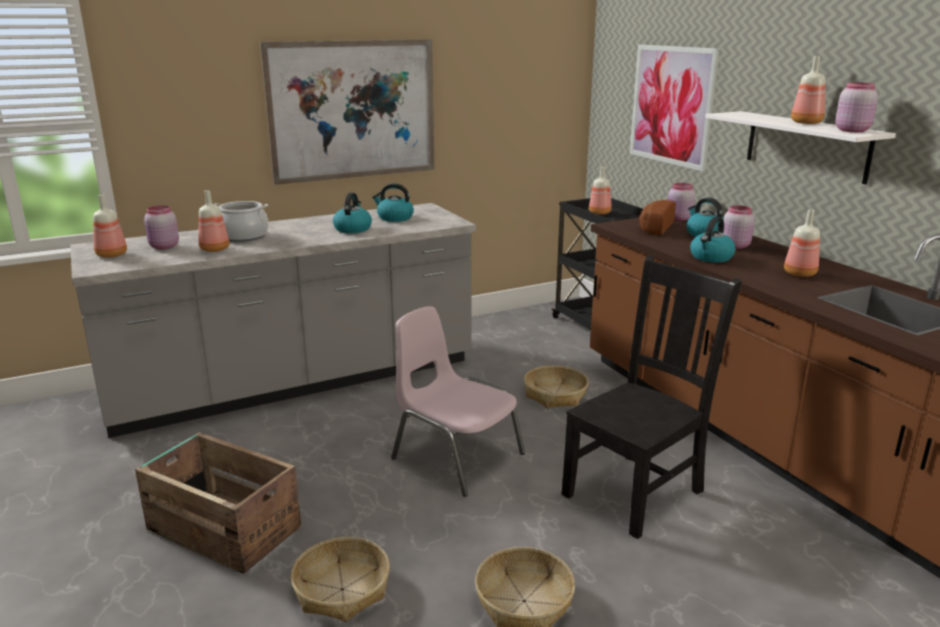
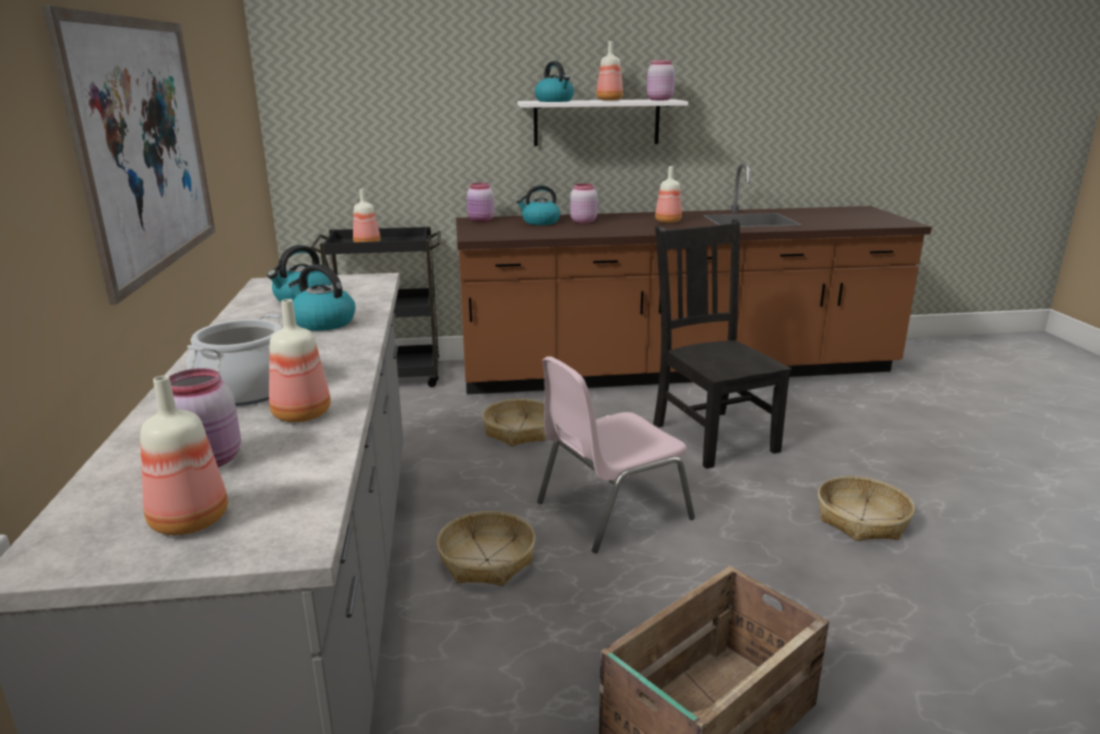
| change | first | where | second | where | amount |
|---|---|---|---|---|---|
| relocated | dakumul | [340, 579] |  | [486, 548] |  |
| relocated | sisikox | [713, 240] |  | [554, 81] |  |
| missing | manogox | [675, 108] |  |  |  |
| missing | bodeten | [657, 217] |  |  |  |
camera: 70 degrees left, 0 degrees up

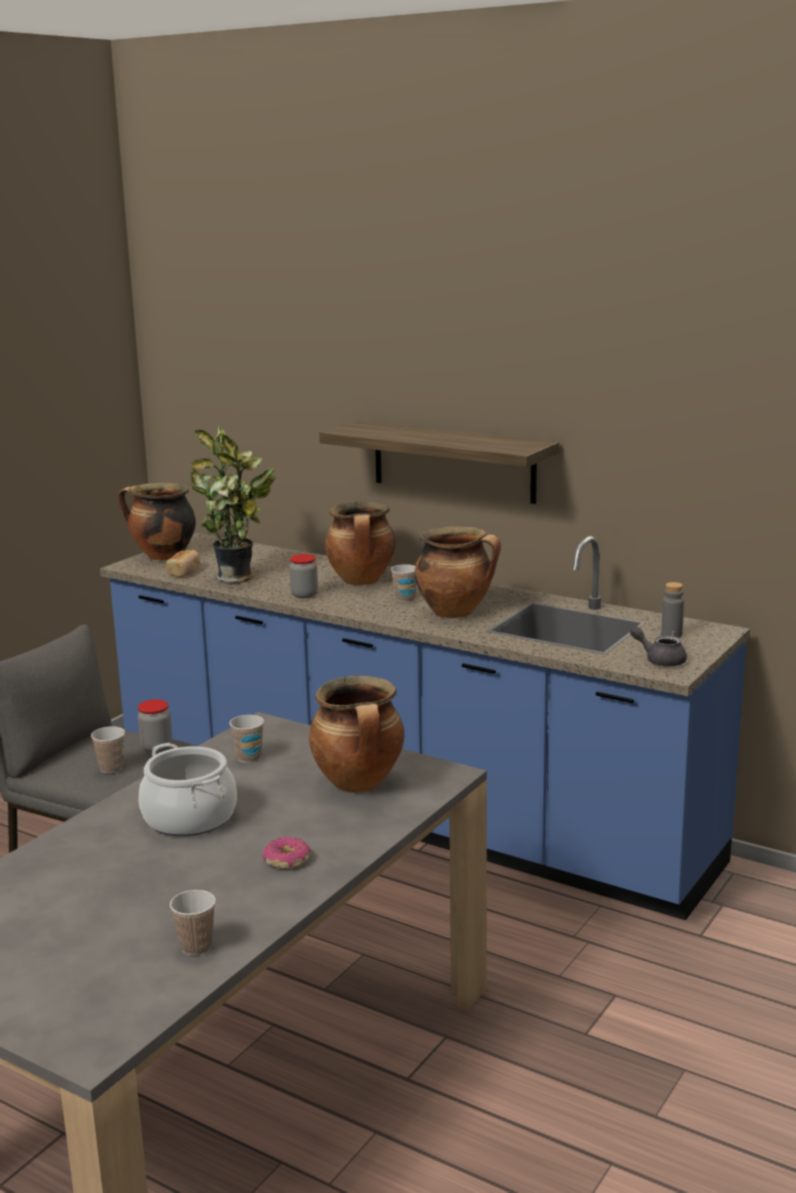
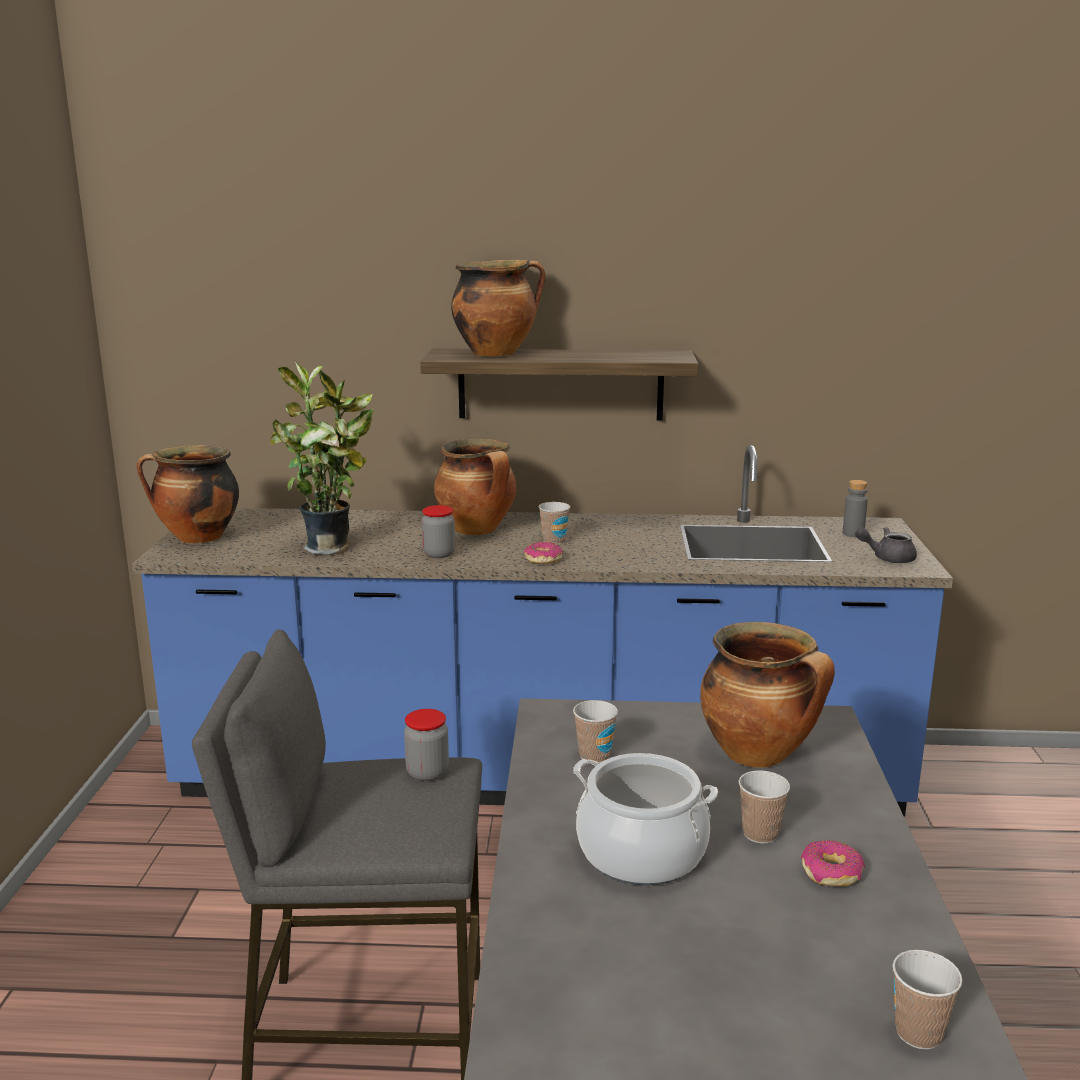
| change | first | where | second | where | amount |
|---|---|---|---|---|---|
| relocated | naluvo | [458, 572] |  | [498, 308] |  |
| appeared |  |  | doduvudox | [543, 553] |  |
| relocated | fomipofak | [108, 749] |  | [764, 807] |  |
| missing | bodeten | [183, 563] |  |  |  |
camera: 30 degrees left, 0 degrees up

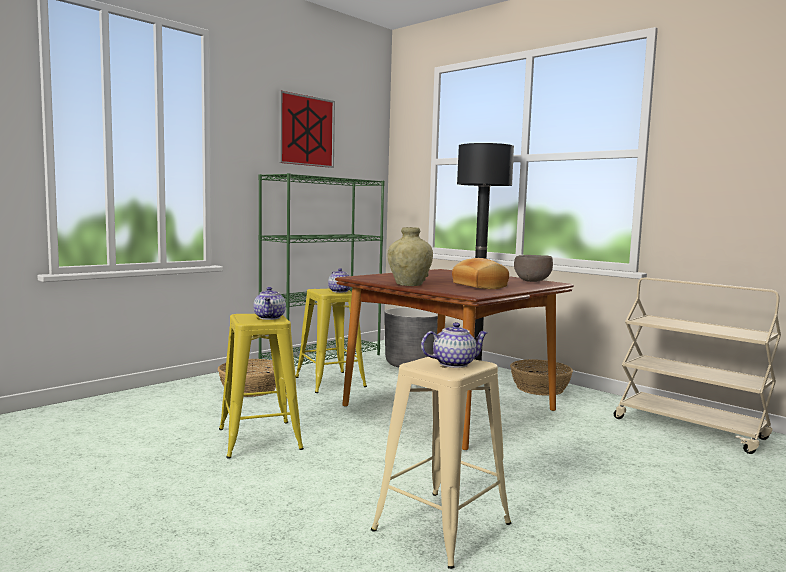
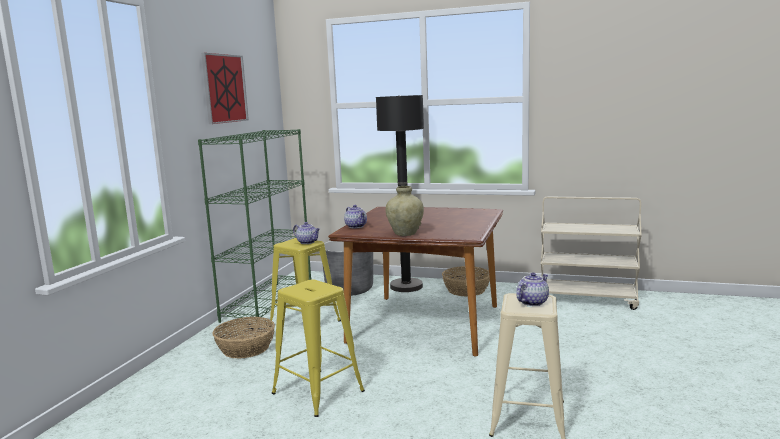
| change | first | where | second | where | amount |
|---|---|---|---|---|---|
| relocated | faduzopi | [270, 303] |  | [355, 216] |  |
| missing | bodeten | [480, 273] |  |  |  |
| missing | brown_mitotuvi | [533, 268] |  |  |  |
camera: 25 degrees left, 5 degrees up

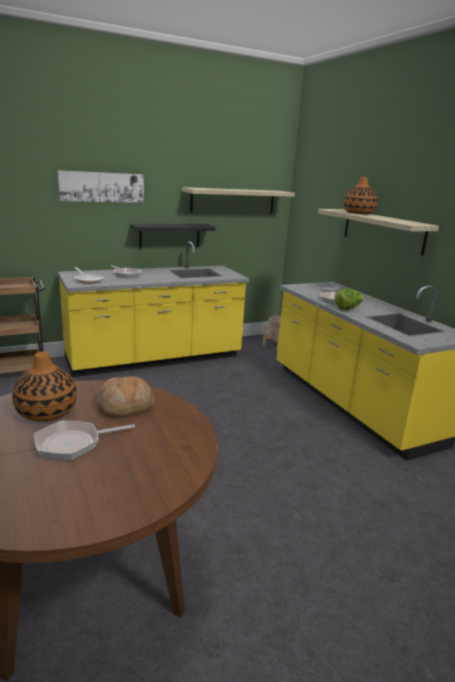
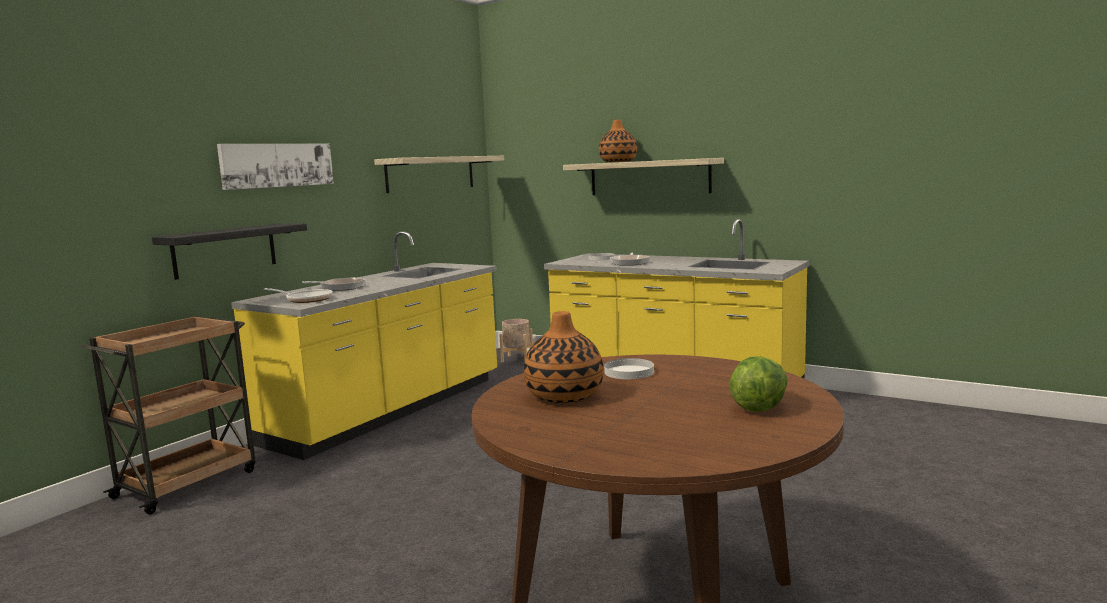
| change | first | where | second | where | amount |
|---|---|---|---|---|---|
| relocated | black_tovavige | [173, 236] |  | [229, 251] |  |
| exchanged | bodeten | [126, 397] | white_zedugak | [629, 368] |  |
| relocated | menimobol | [349, 299] |  | [758, 384] |  |
| missing | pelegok | [84, 440] |  |  |  |
camera: 30 degrees left, 10 degrees down

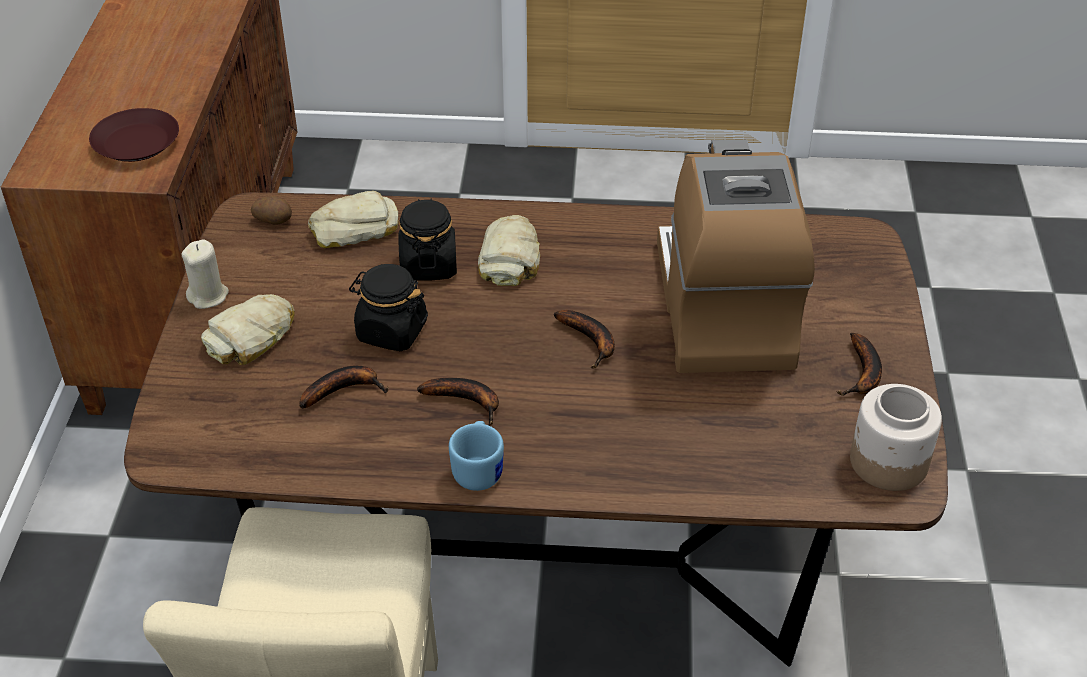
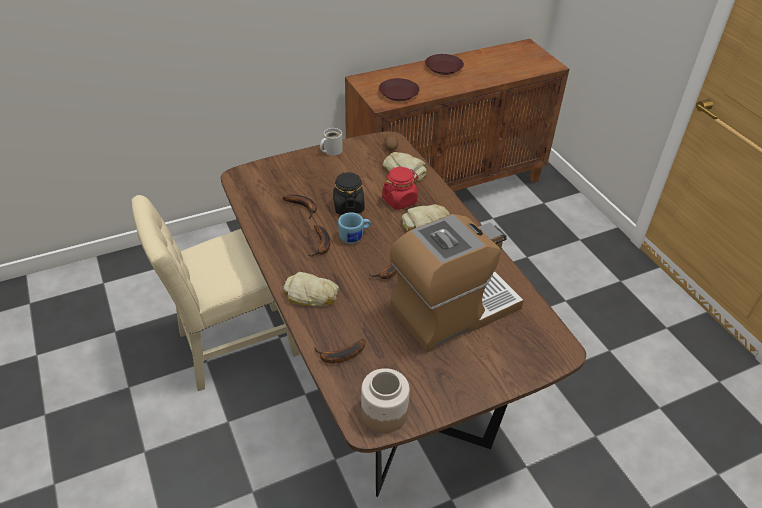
| change | first | where | second | where | amount |
|---|---|---|---|---|---|
| relocated | bodeten | [248, 329] |  | [311, 289] |  |
| relocated | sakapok | [859, 364] |  | [339, 351] |  |
| exchanged | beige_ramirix | [205, 274] | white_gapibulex | [331, 142] |  |
| relocated | blue_gapibulex | [476, 456] |  | [354, 228] |  |
| colour | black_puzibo | [427, 240] | red_puzibo | [400, 188] |  |
| appeared |  |  | brown_zedugak | [444, 64] |  |
camera: 60 degrees right, 0 degrees up

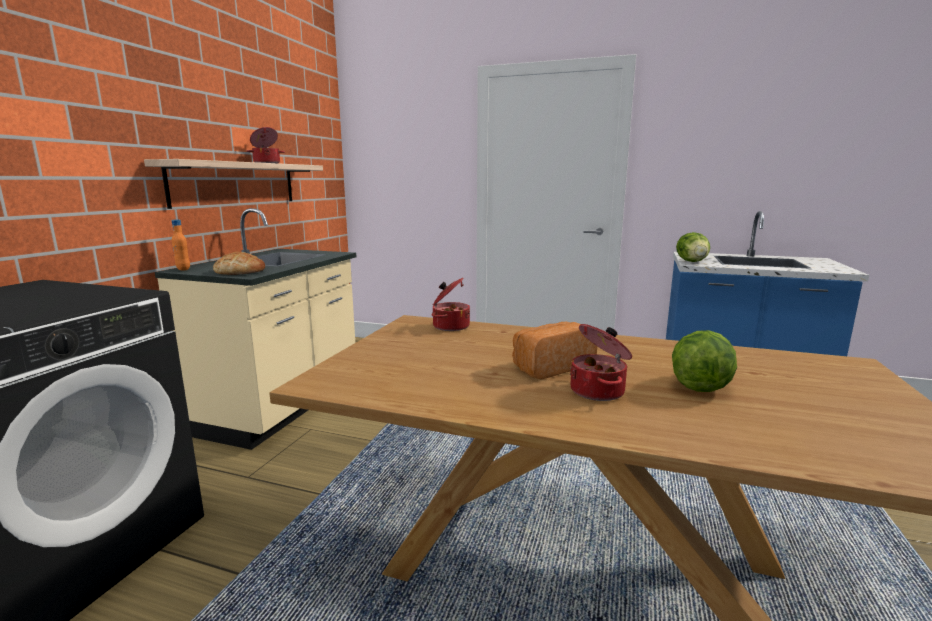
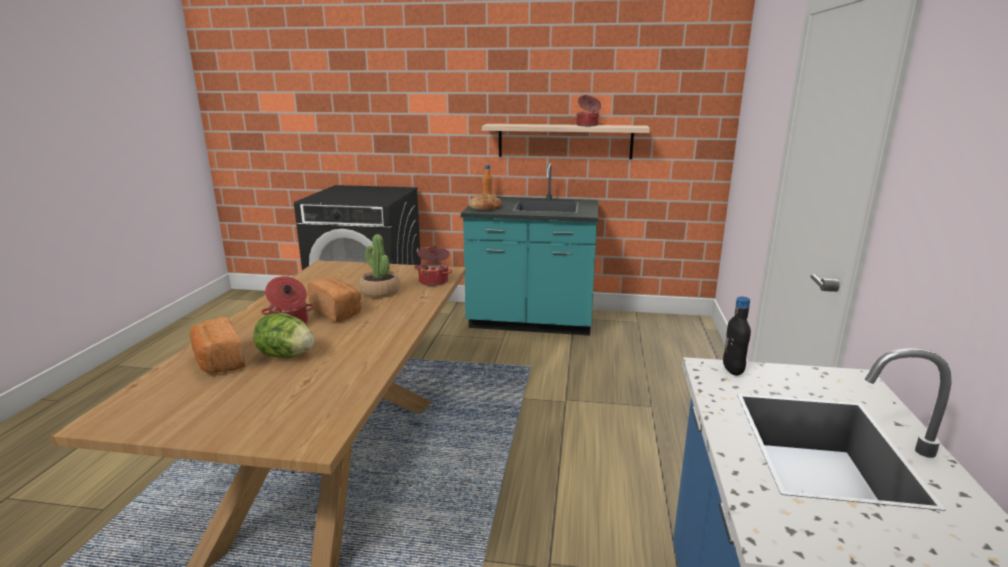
| change | first | where | second | where | amount |
|---|---|---|---|---|---|
| appeared |  |  | bodeten | [217, 345] |  |
| appeared |  |  | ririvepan | [379, 266] |  |
| colour | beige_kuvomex | [255, 329] | turquoise_kuvomex | [529, 249] |  |
| exchanged | menimobol | [693, 247] | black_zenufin | [737, 336] |  |
camera: 80 degrees right, 5 degrees up

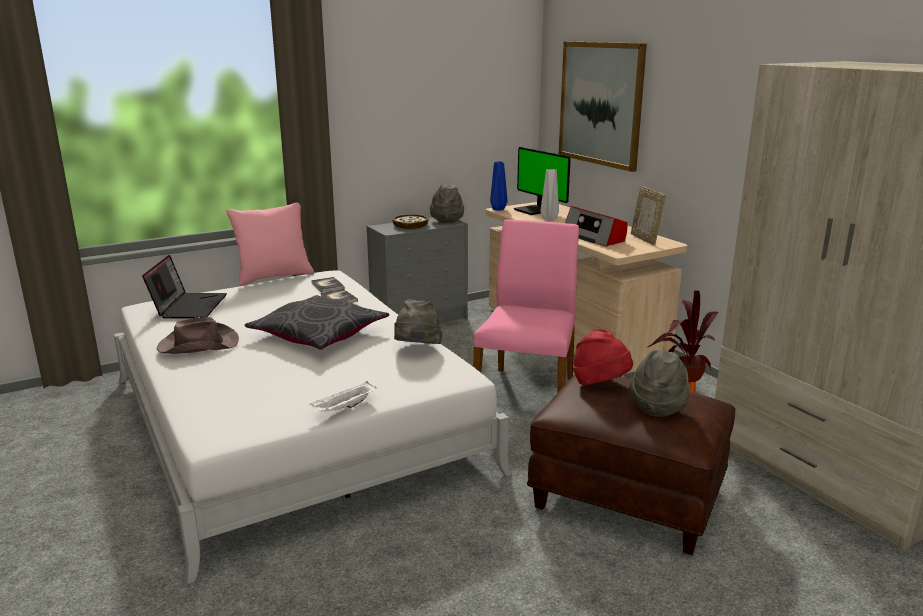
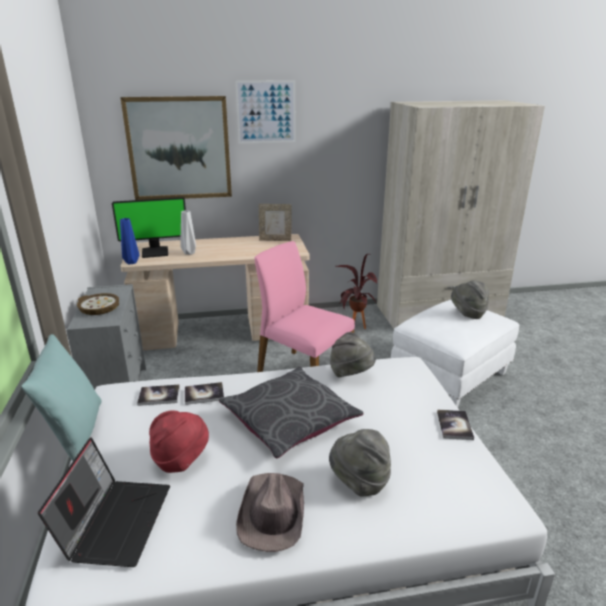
| change | first | where | second | where | amount |
|---|---|---|---|---|---|
| colour | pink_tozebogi | [270, 244] | turquoise_tozebogi | [61, 397] |  |
| spun | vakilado | [184, 286] |  | [104, 502] | 75 degrees clockwise |
| relocated | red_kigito | [603, 357] |  | [179, 441] |  |
| appeared |  |  | manogox | [265, 111] |  |
| relocated | grey_kigito | [447, 203] |  | [360, 463] |  |
| colour | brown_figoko | [631, 465] | white_figoko | [455, 354] |  |
| exchanged | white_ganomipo | [343, 396] | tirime | [455, 425] |  |
| missing | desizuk | [596, 226] |  |  |  |
camera: 70 degrees left, 5 degrees up

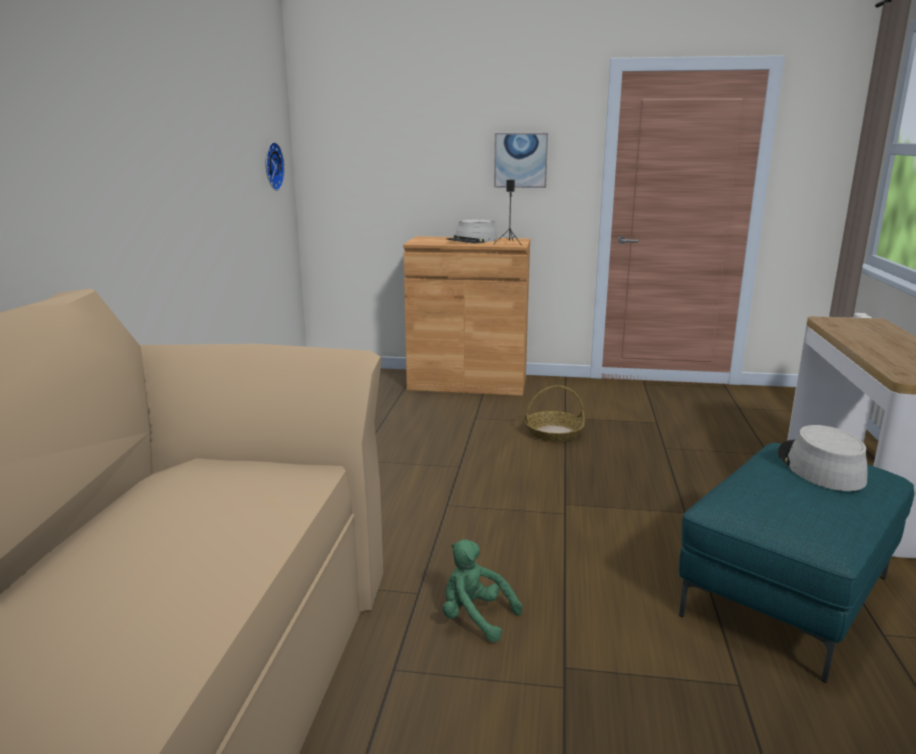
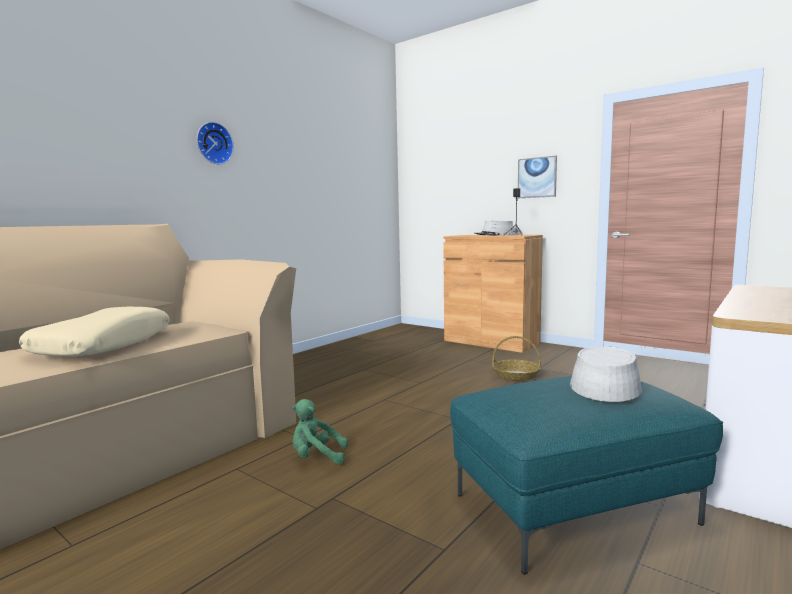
| change | first | where | second | where | amount |
|---|---|---|---|---|---|
| appeared |  |  | beige_tozebogi | [94, 332] |  |
| relocated | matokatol | [275, 166] |  | [215, 143] |  |
| spun | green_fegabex | [482, 590] |  | [320, 432] | 60 degrees counterclockwise |
camera: 30 degrees right, 10 degrees down

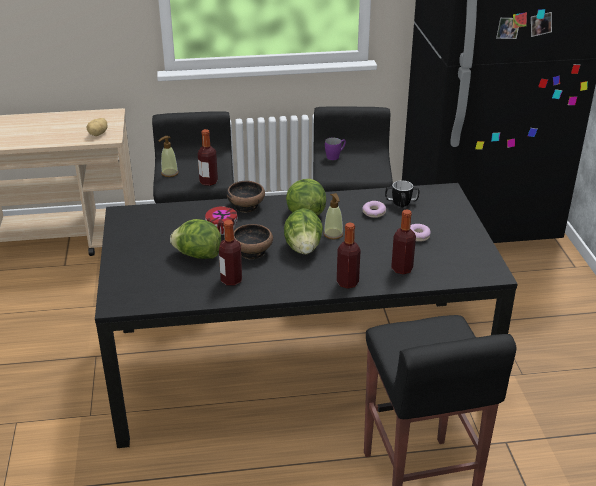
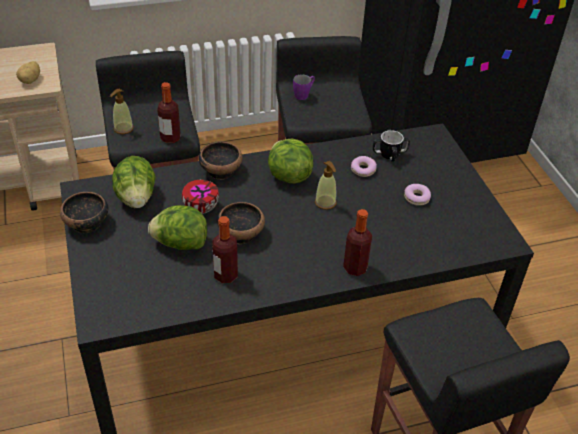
| change | first | where | second | where | amount |
|---|---|---|---|---|---|
| appeared |  |  | mitotuvi | [84, 212] |  |
| relocated | menimobol | [303, 231] |  | [134, 182] |  |
| missing | zenufin | [403, 241] |  |  |  |
camera: 10 degrees left, 10 degrees up

